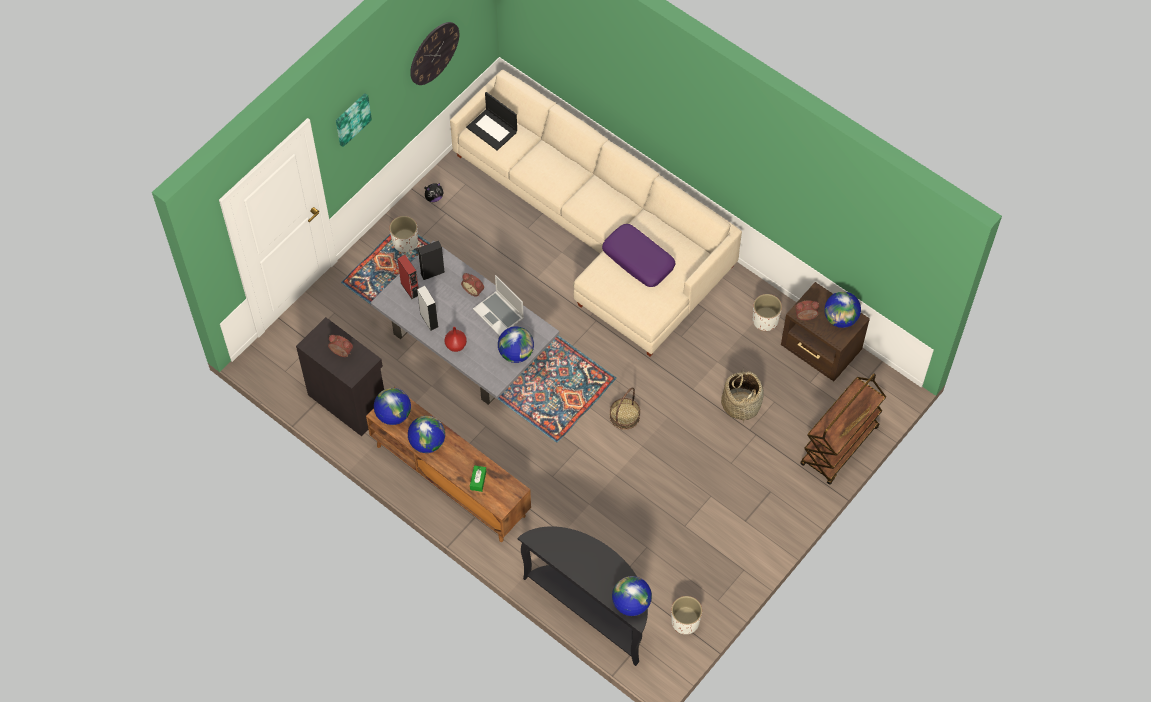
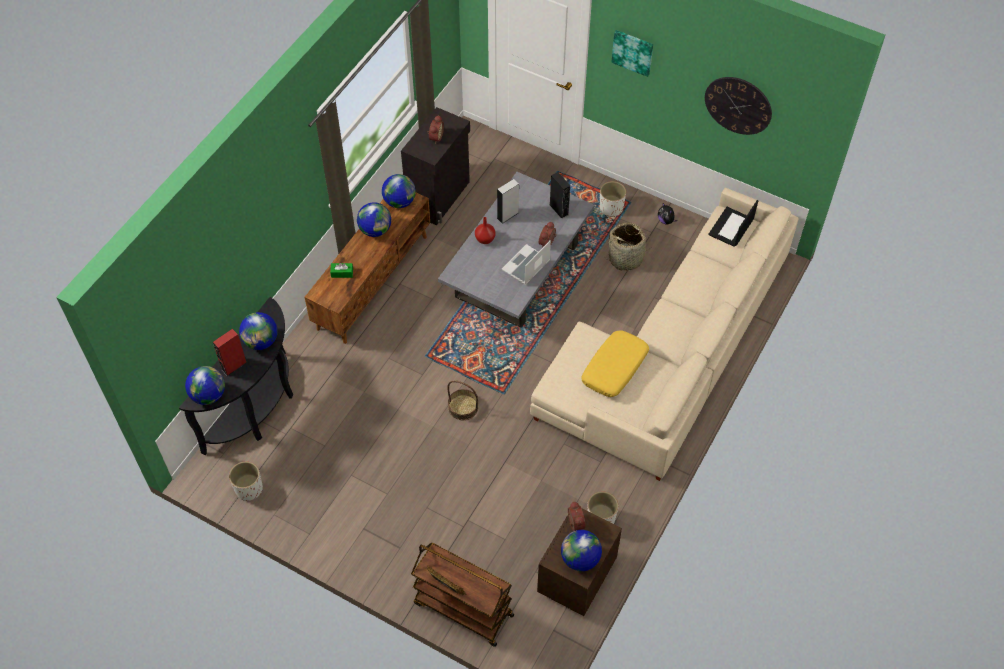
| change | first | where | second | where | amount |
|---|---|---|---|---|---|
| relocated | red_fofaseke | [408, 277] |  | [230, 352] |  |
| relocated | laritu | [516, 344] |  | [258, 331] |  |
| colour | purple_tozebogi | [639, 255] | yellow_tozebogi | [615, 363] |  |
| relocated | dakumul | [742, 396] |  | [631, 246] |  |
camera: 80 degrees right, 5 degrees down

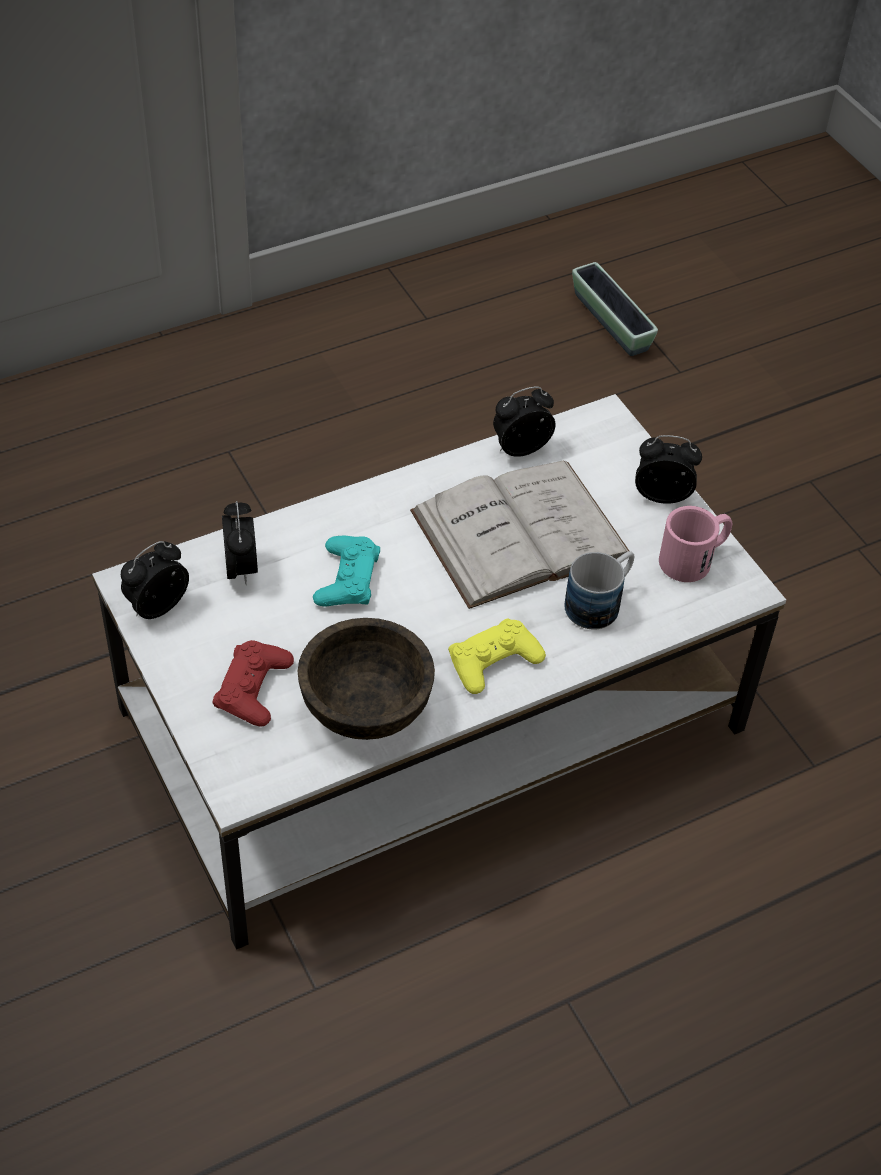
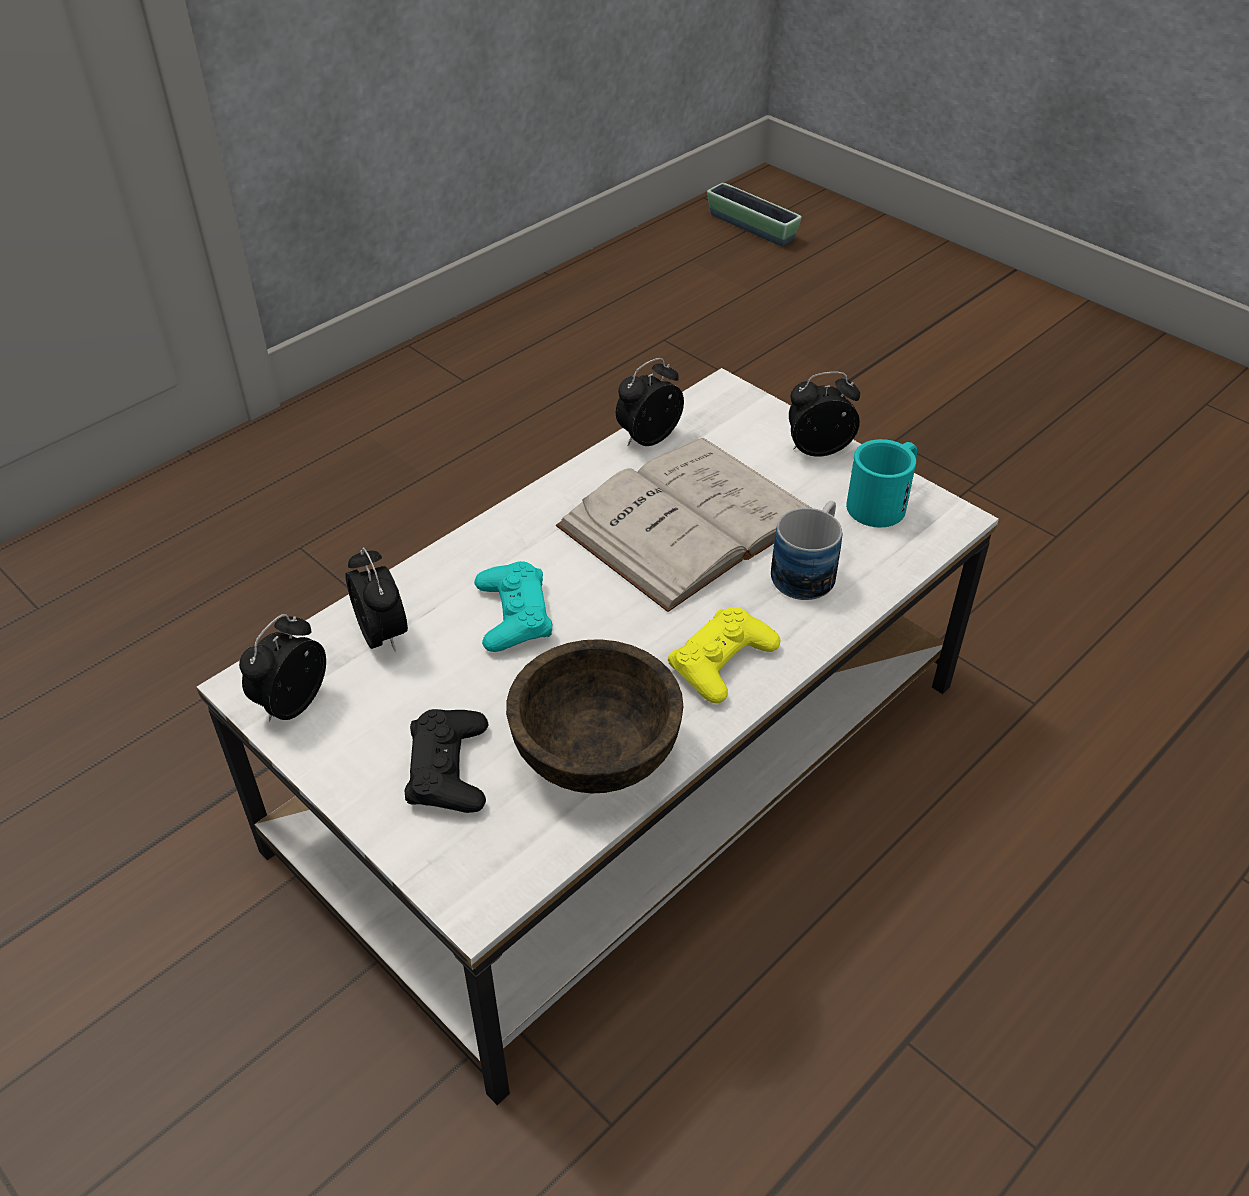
| change | first | where | second | where | amount |
|---|---|---|---|---|---|
| colour | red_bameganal | [253, 683] | black_bameganal | [446, 761] |  |
| relocated | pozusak | [615, 309] |  | [754, 214] |  |
| colour | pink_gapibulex | [695, 544] | turquoise_gapibulex | [881, 483] |  |
camera: 15 degrees left, 5 degrees down

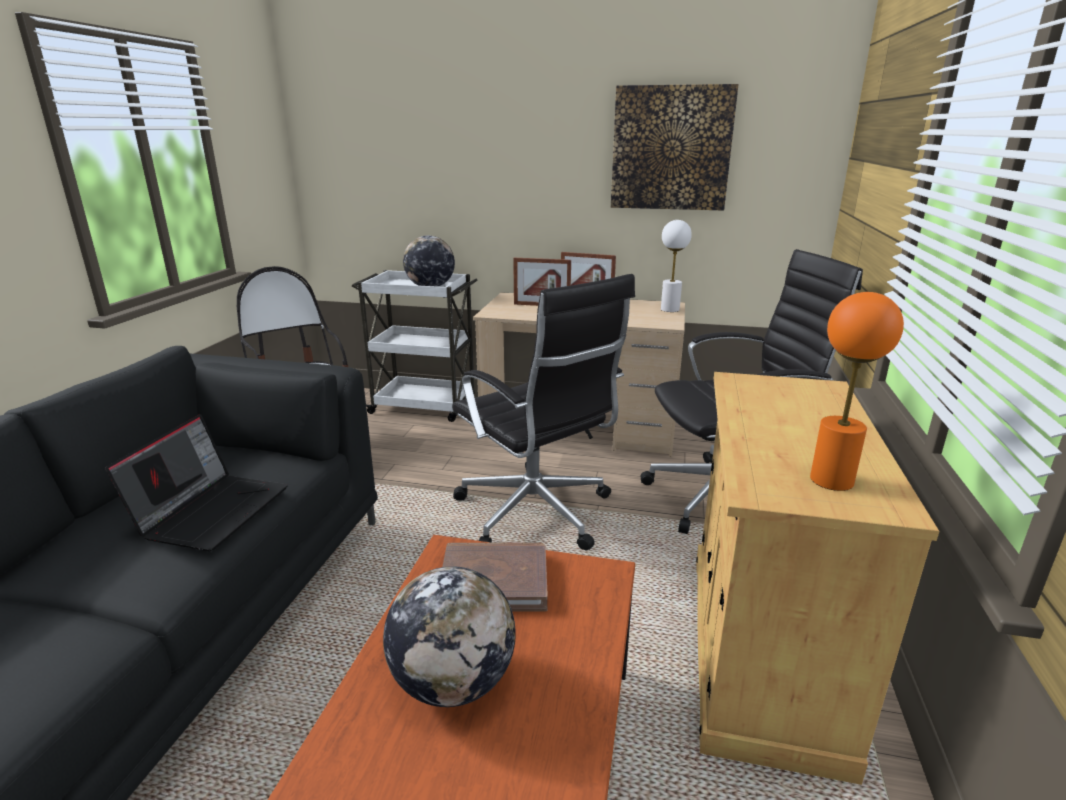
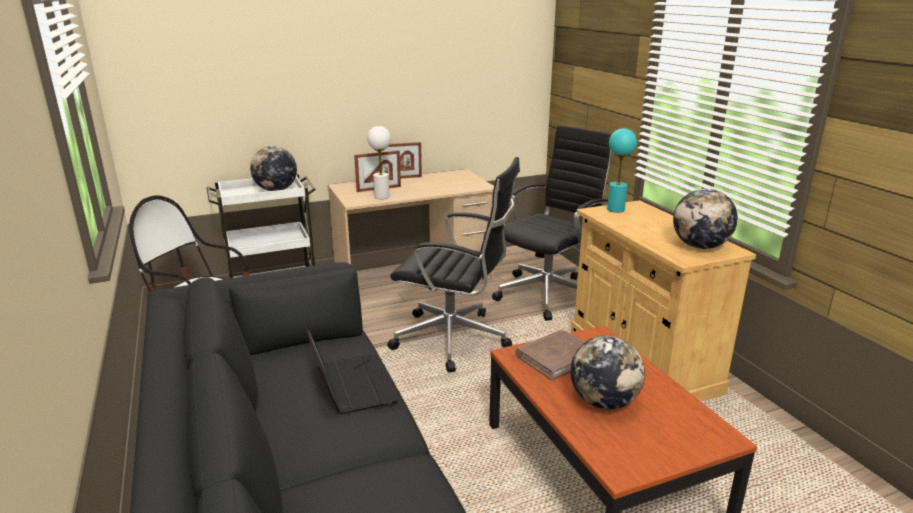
| change | first | where | second | where | amount |
|---|---|---|---|---|---|
| relocated | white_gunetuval | [676, 266] |  | [379, 162] |  |
| appeared |  |  | turquoise_gunetuval | [622, 170] |  |
| exchanged | orange_gunetuval | [857, 391] | laritu | [705, 219] |  |
| missing | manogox | [675, 147] |  |  |  |
camera: 35 degrees left, 0 degrees up

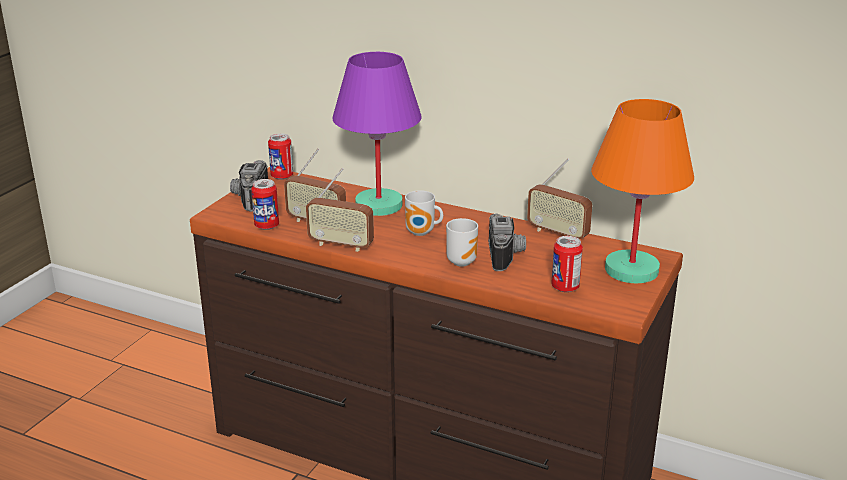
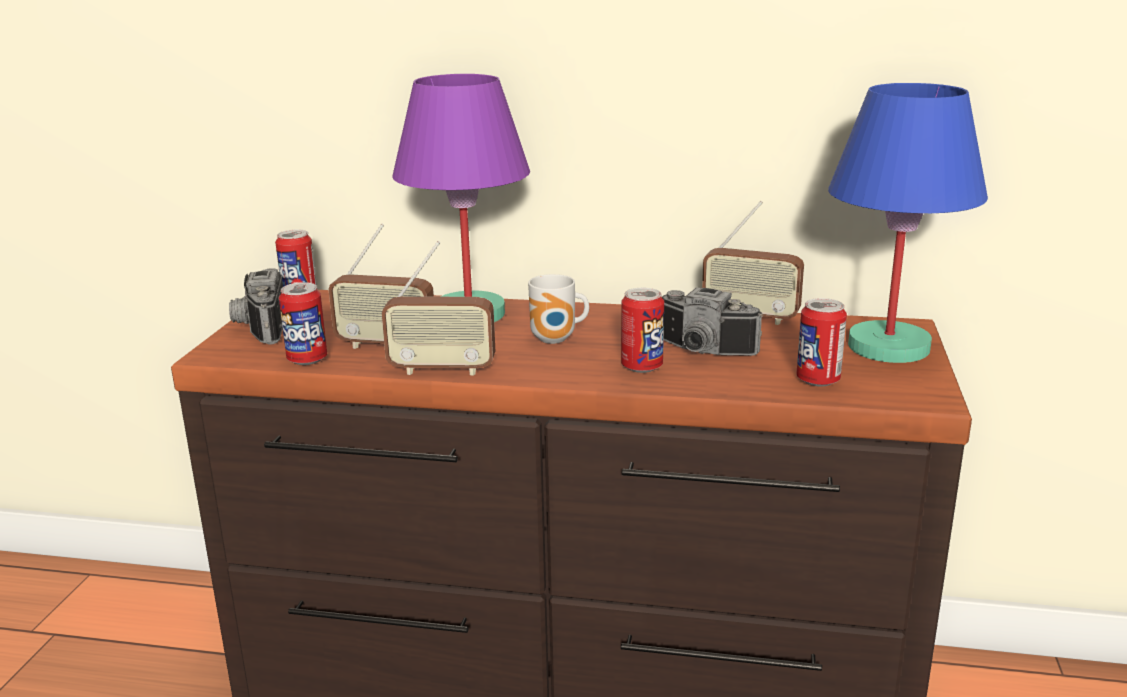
| change | first | where | second | where | amount |
|---|---|---|---|---|---|
| exchanged | gapibulex | [462, 242] | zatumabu | [642, 330] |  |
| spun | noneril | [507, 242] |  | [712, 321] | 135 degrees clockwise |
| colour | orange_gunetuval | [642, 191] | blue_gunetuval | [908, 223] |  |
camera: 15 degrees left, 5 degrees down

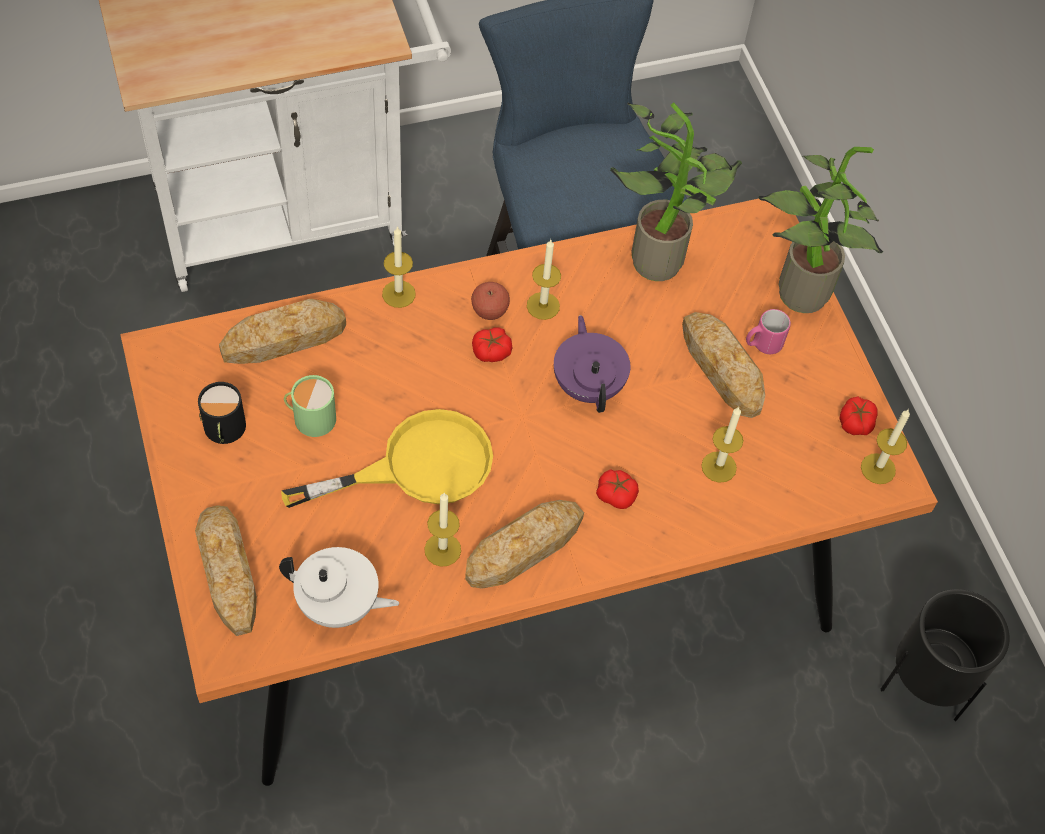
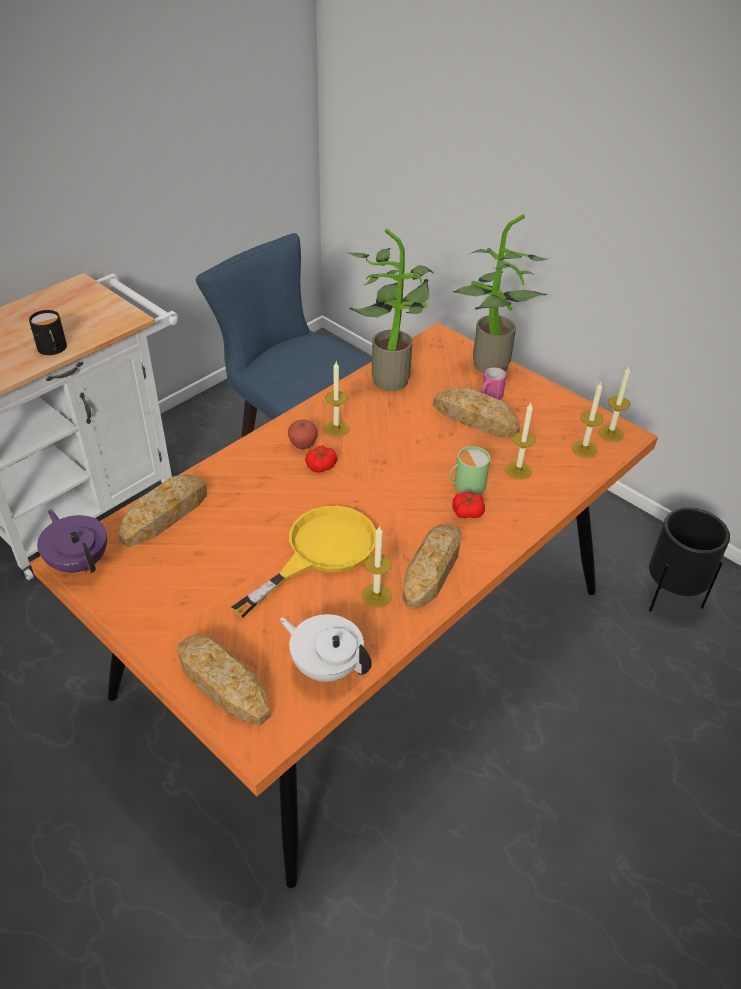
| change | first | where | second | where | amount |
|---|---|---|---|---|---|
| relocated | black_gapibulex | [222, 413] |  | [48, 332] |  |
| relocated | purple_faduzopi | [592, 364] |  | [72, 541] |  |
| spun | white_faduzopi | [339, 587] |  | [325, 648] | 135 degrees counterclockwise |
| relocated | green_gapibulex | [310, 406] |  | [469, 470] |  |
| relocated | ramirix | [399, 267] |  | [587, 420] |  |
| missing | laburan | [858, 415] |  |  |  |
camera: 25 degrees left, 15 degrees down

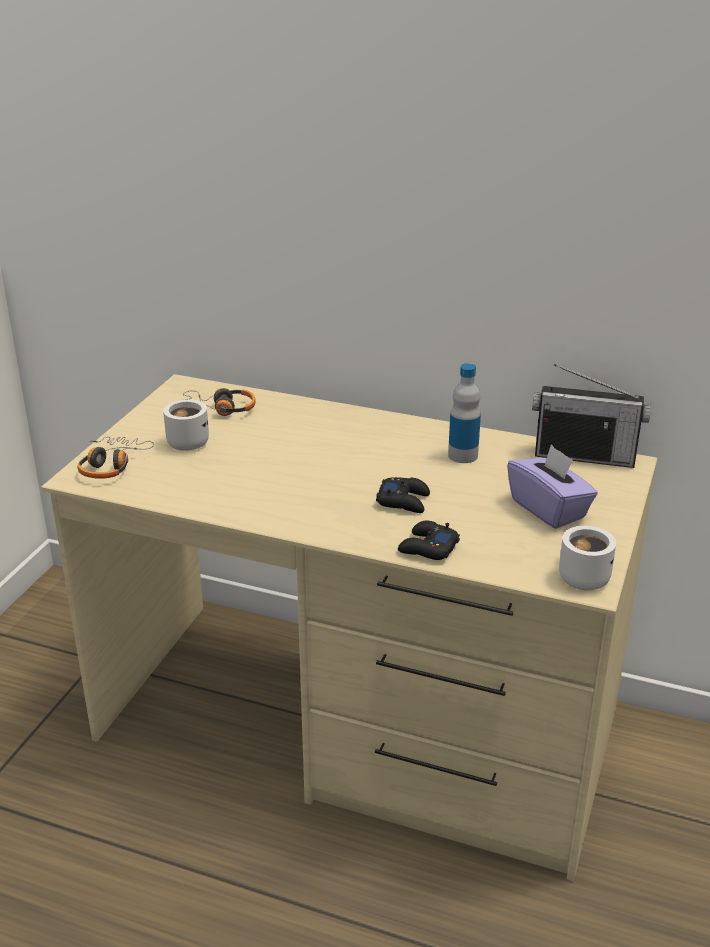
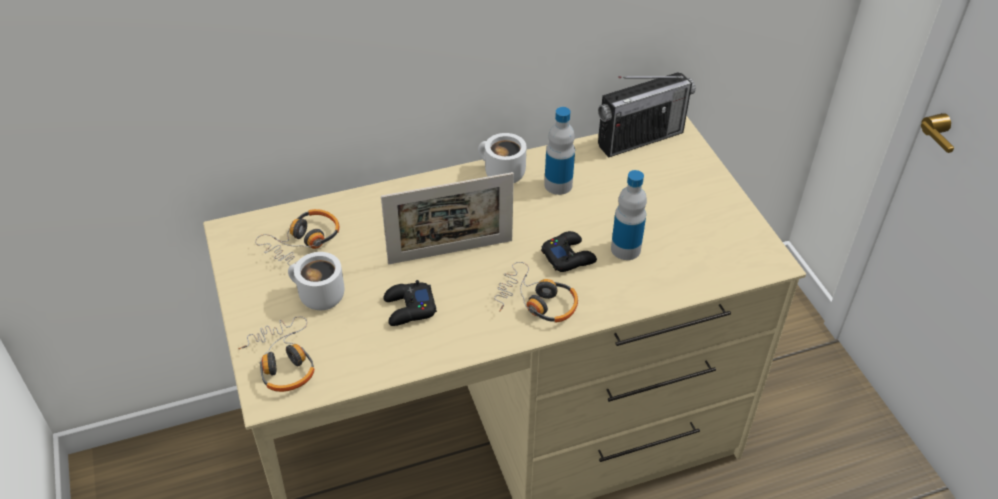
| change | first | where | second | where | amount |
|---|---|---|---|---|---|
| appeared |  |  | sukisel | [447, 218] |  |
| relocated | black_bameganal | [429, 540] |  | [410, 303] |  |
| relocated | white_gapibulex | [587, 558] |  | [502, 158] |  |
| appeared |  |  | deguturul | [536, 292] |  |
| appeared |  |  | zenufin | [629, 215] |  |
| missing | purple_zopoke | [552, 486] |  |  |  |
camera: 40 degrees left, 15 degrees up

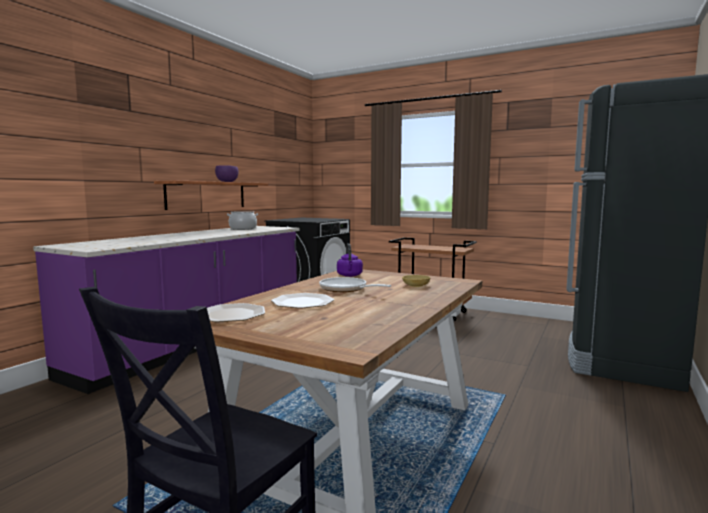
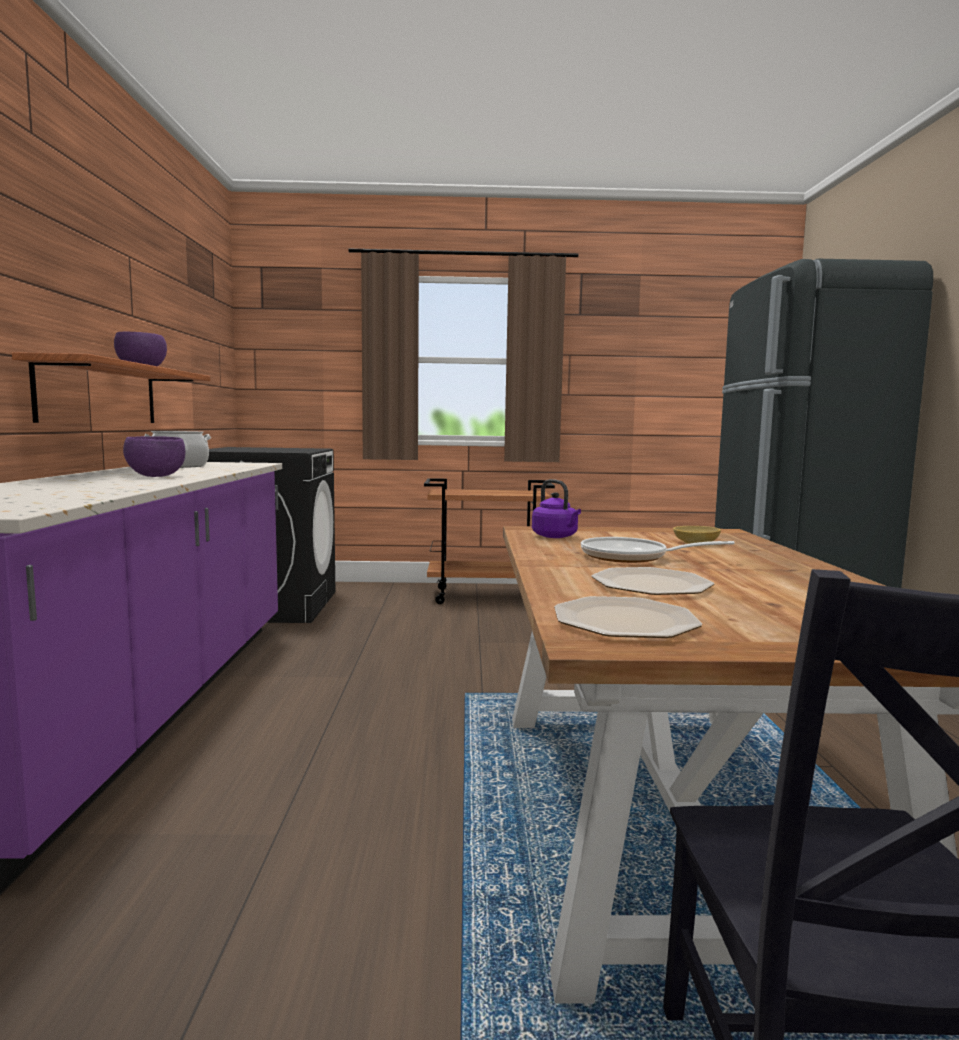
| change | first | where | second | where | amount |
|---|---|---|---|---|---|
| appeared |  |  | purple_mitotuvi | [154, 456] |  |
camera: 30 degrees left, 0 degrees up

